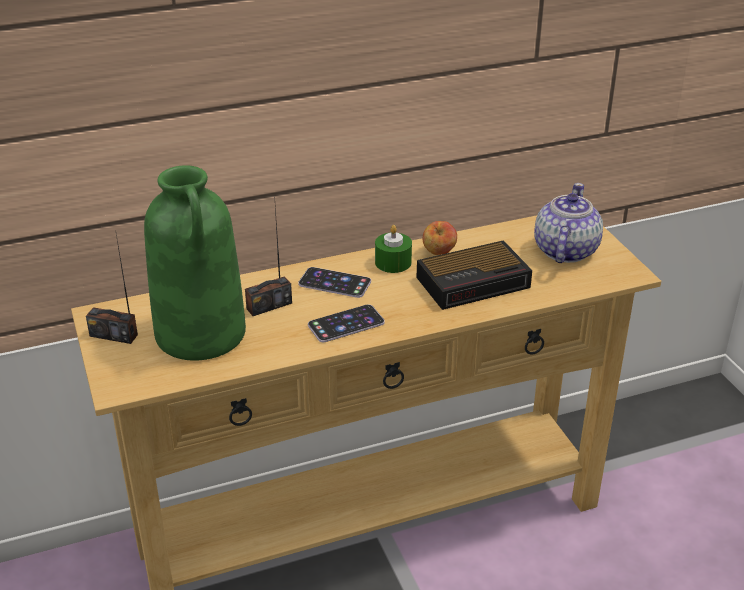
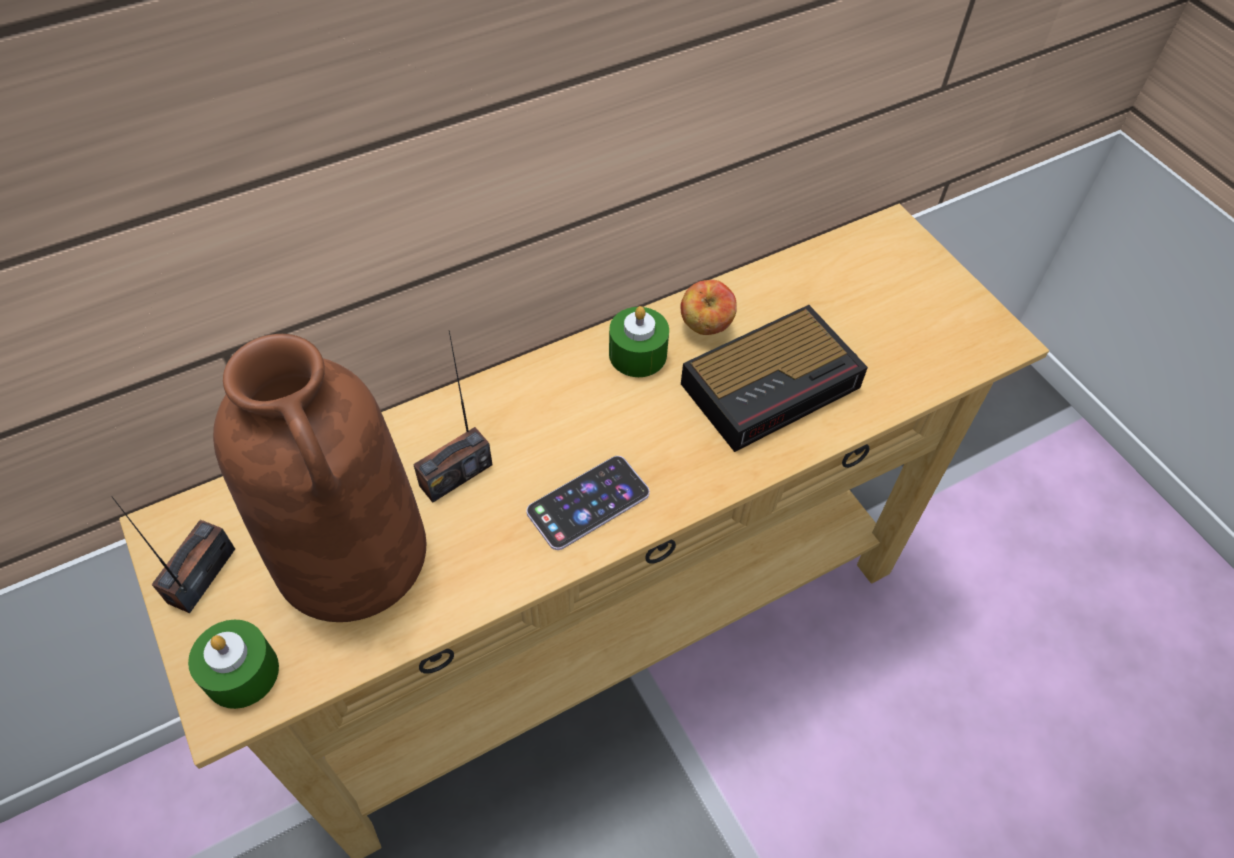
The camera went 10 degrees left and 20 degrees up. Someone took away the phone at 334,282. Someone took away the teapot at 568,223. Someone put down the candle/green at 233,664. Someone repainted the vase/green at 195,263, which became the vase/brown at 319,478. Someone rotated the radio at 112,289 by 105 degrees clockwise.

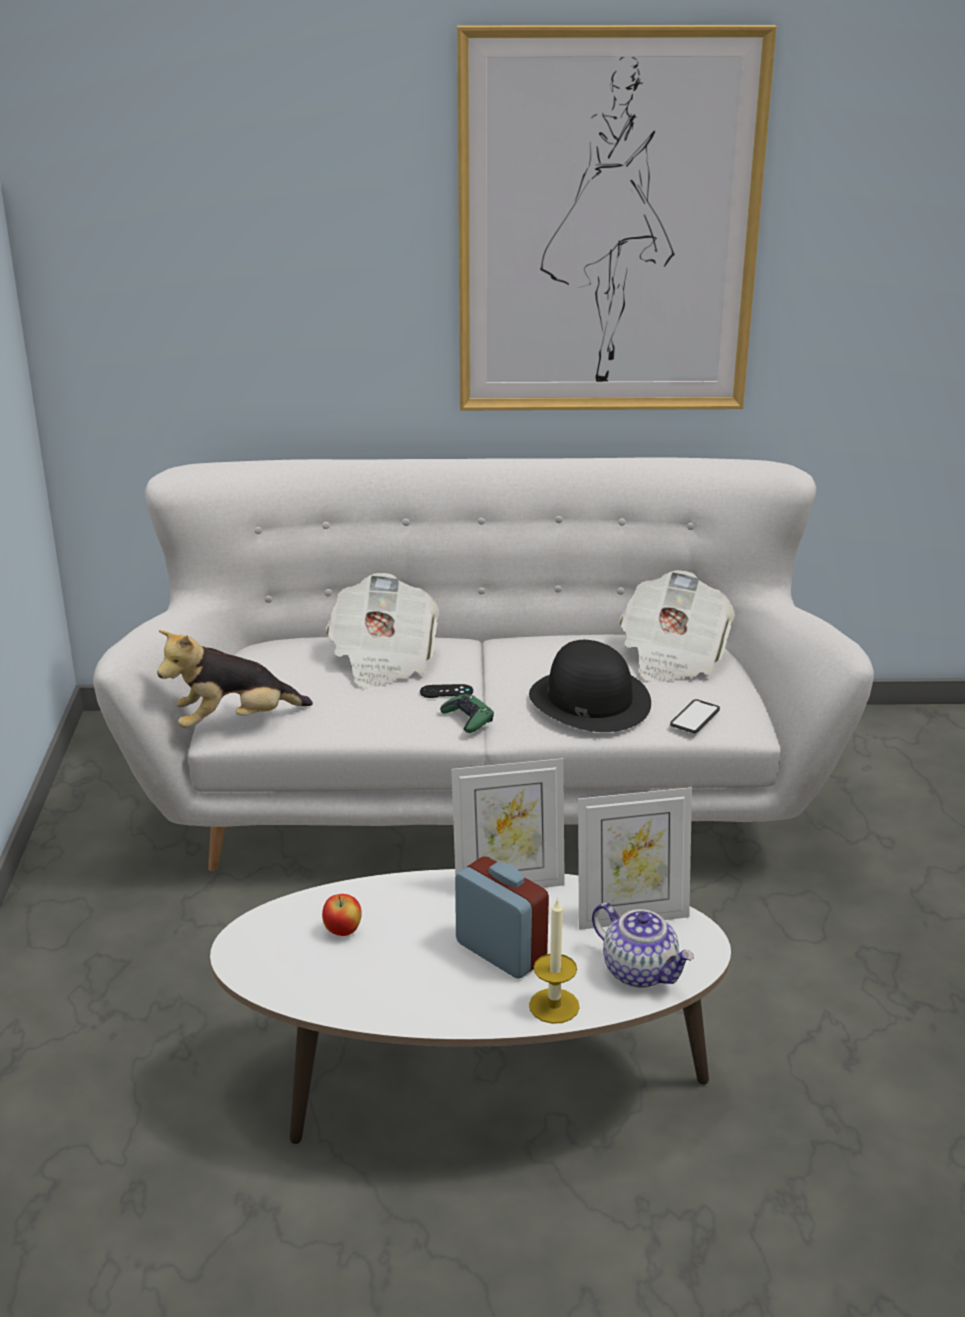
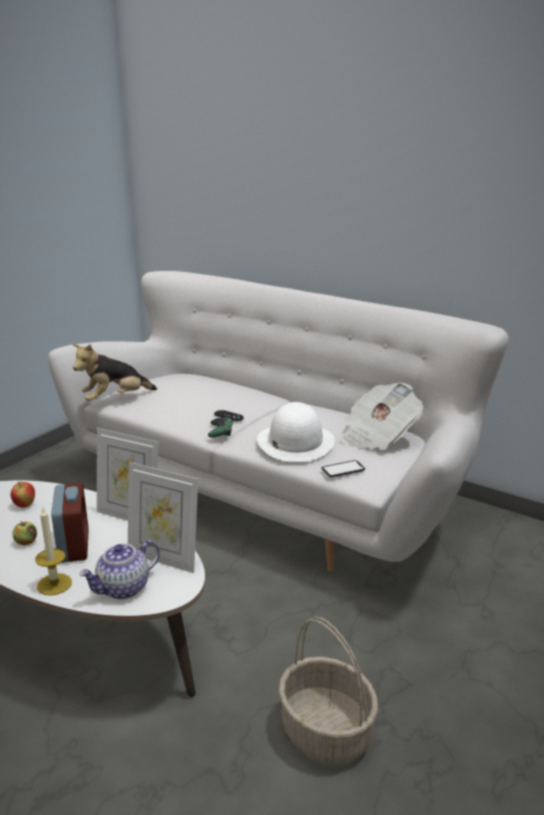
The camera went 35 degrees right and 5 degrees down. Someone took away the newspaper at 382,630. Someone took away the picture at 617,218. Someone put down the apple at 25,533. Someone put down the basket at 328,690. Someone repainted the hat/black at 590,686, which became the hat/white at 296,432. Someone rotated the plush toy at 235,679 by 45 degrees counterclockwise. Someone rotated the teapot at 643,945 by 60 degrees clockwise.

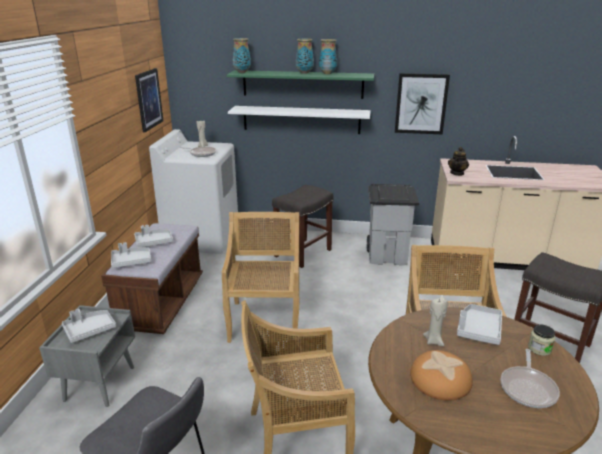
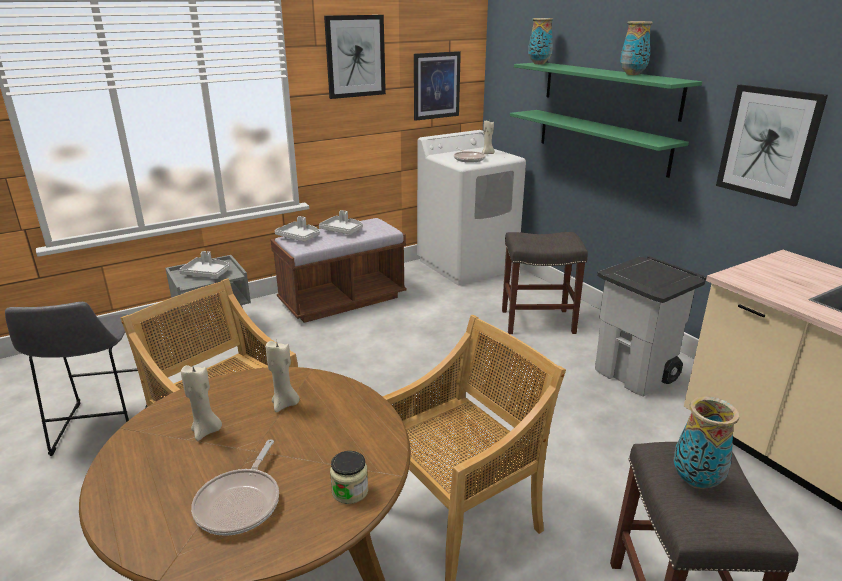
The camera went 50 degrees right and 0 degrees up. Someone took away the chair/beige at 261,277. Someone took away the teapot at 458,161. Someone took away the tray/grey at 479,324. Someone put up the picture at 355,57. Someone carried the vase from 305,56 to 706,442. Someone swapped the bread at 441,375 for the candle/beige at 201,403. Someone repainted the shelf/white at 299,120, which became the shelf/green at 599,144. Someone rotated the frying pan at 530,378 by 60 degrees counterclockwise.

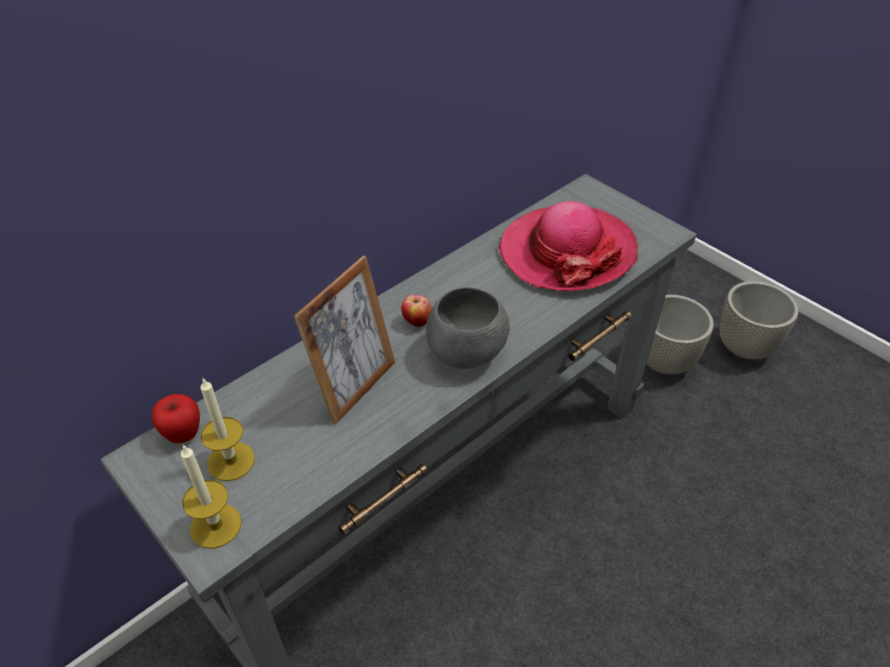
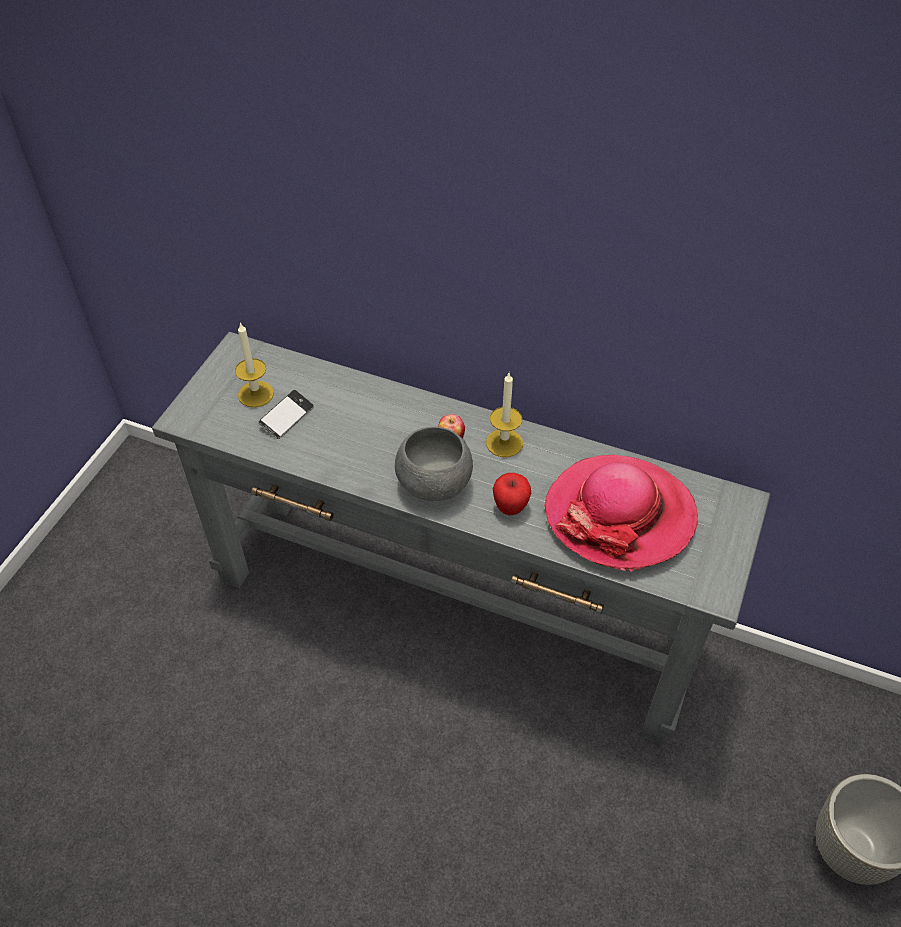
The camera went 65 degrees right and 5 degrees up. Someone took away the picture frame at 344,340. Someone took away the planter/grey at 680,334. Someone put down the phone at 286,414. Someone carried the apple from 176,418 to 512,494. Someone carried the candle from 211,496 to 504,415.

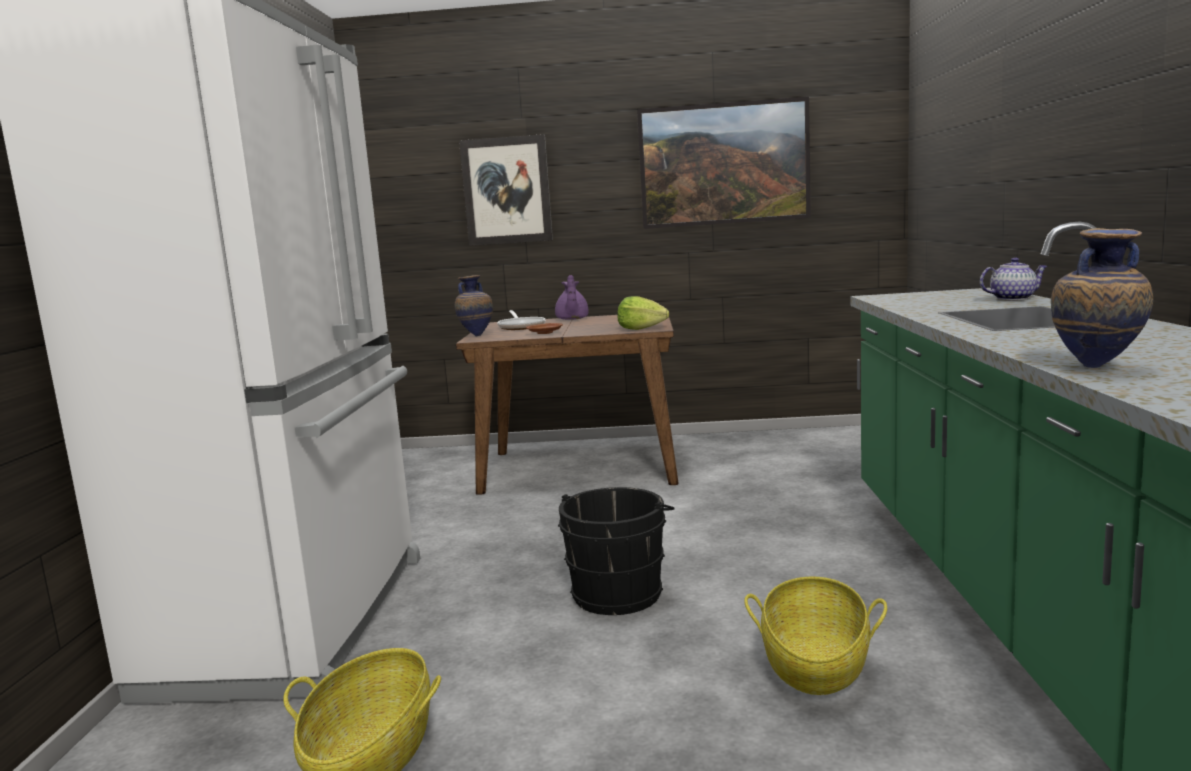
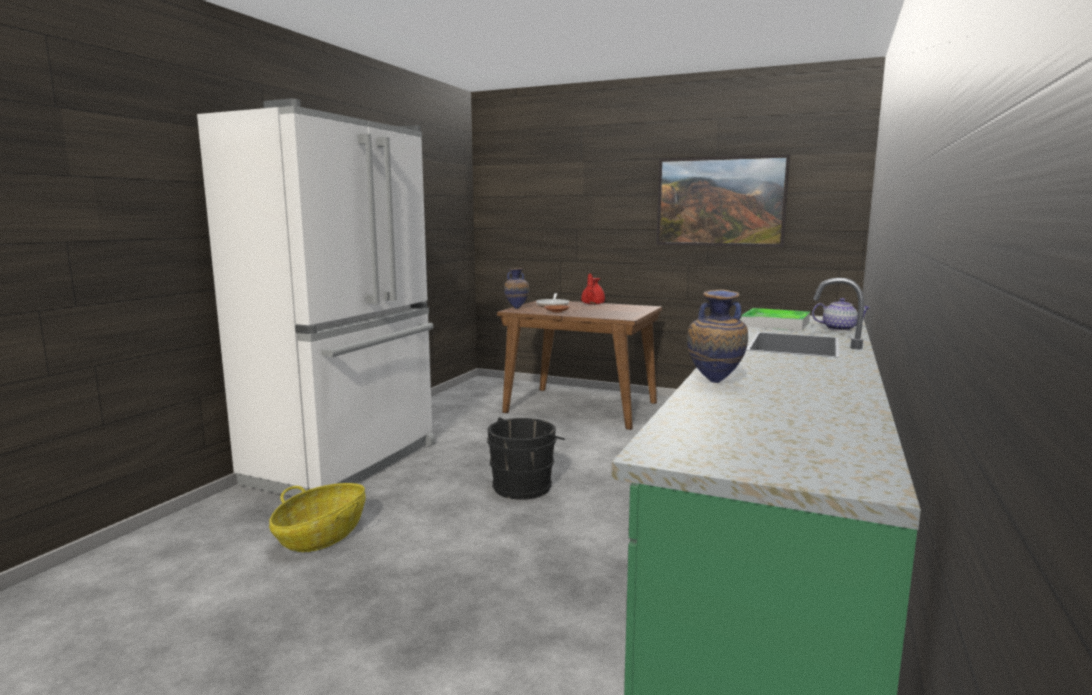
The camera went 20 degrees right and 0 degrees up. Someone took away the picture at 506,190. Someone took away the lettuce at 643,313. Someone took away the basket at 815,636. Someone put down the tray at 775,319. Someone repainted the teapot/purple at 572,297, which became the teapot/red at 593,289.

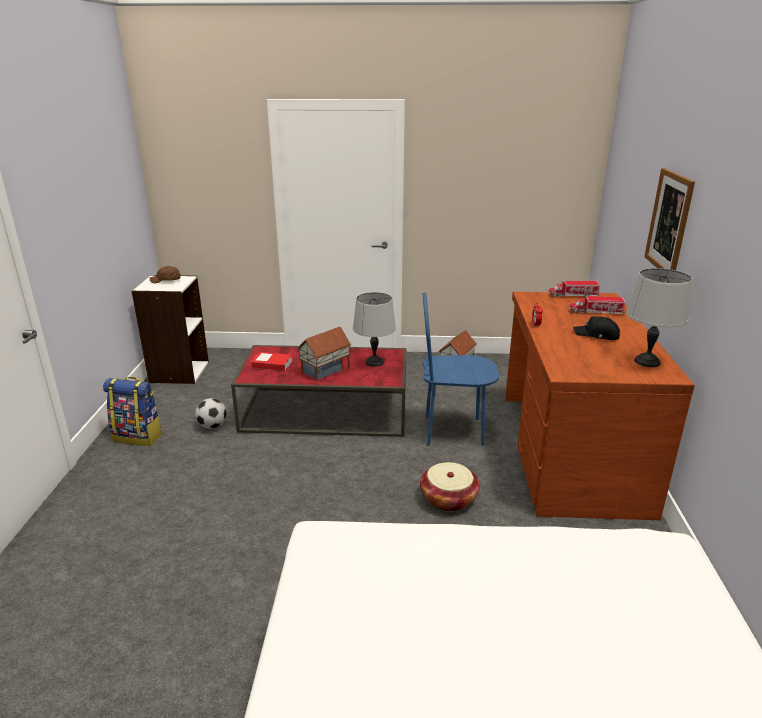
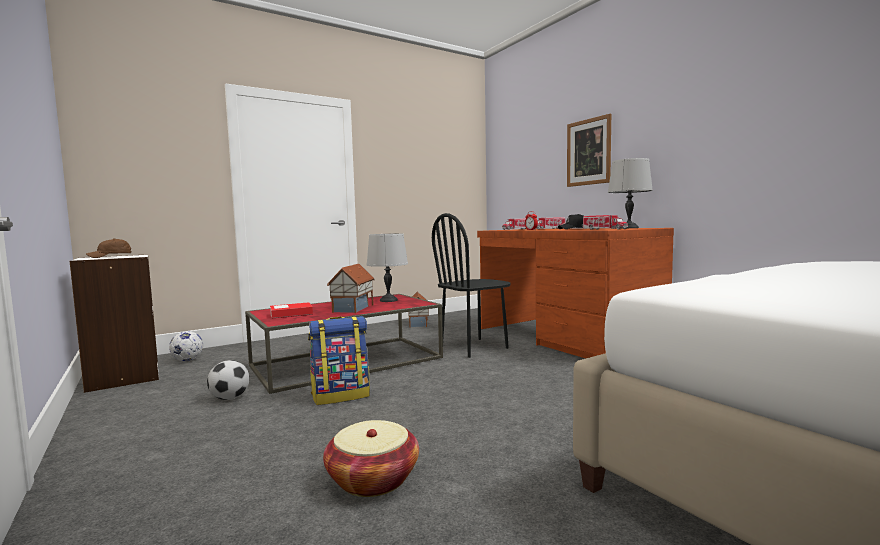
The camera went 35 degrees left and 20 degrees down. Someone put down the football at 186,346. Someone put down the toy truck at 605,222. Someone carried the backpack from 132,411 to 339,360. Someone carried the basket from 450,486 to 371,458. Someone repainted the chair/blue at 460,369, which became the chair/black at 471,285.

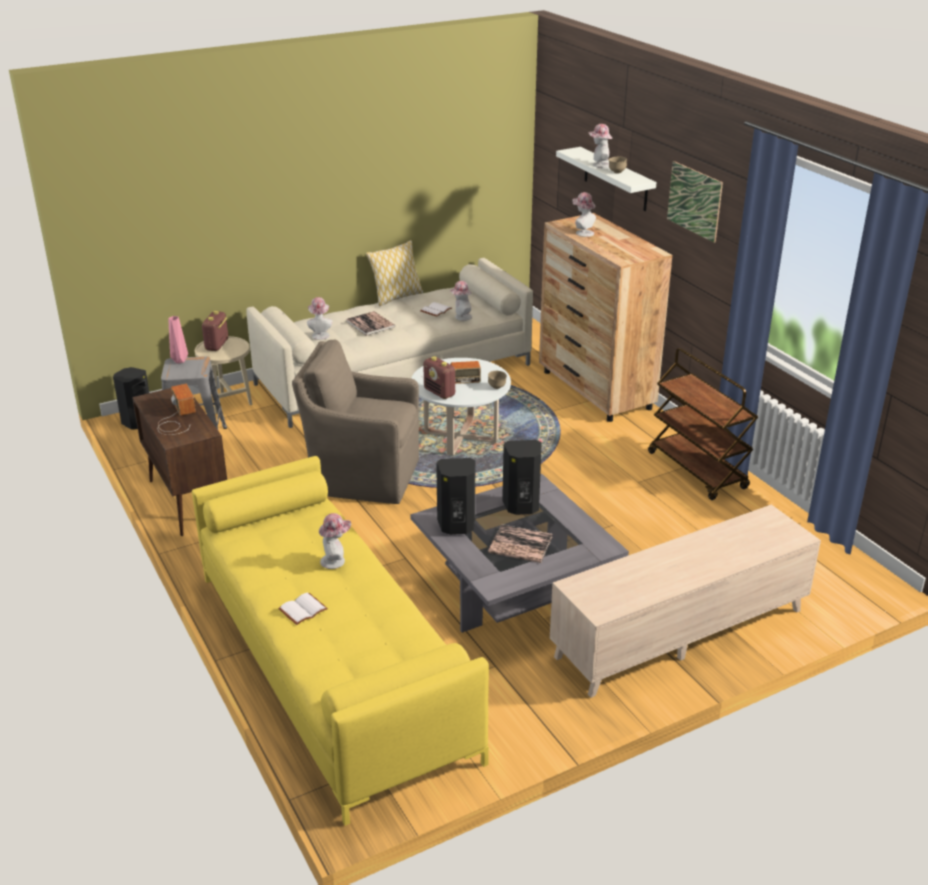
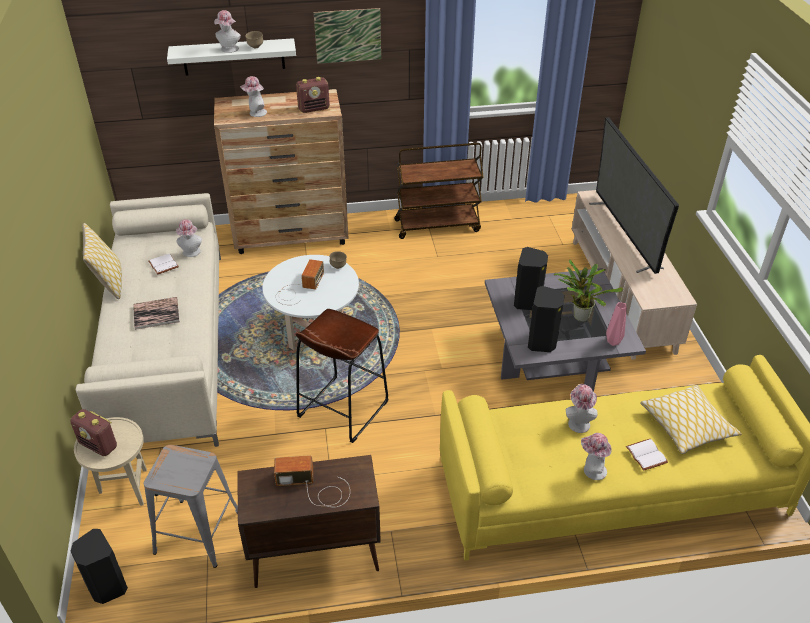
The camera went 70 degrees left and 10 degrees up. Someone put down the television at 634,195. Someone put down the pillow at 691,419. Someone carried the vase/pink from 178,340 to 616,324. Someone carried the hat from 319,318 to 596,456. Someone carried the radio from 440,377 to 313,95. Someone swapped the armchair/brown at 355,422 for the stool/brown at 342,376. Someone swapped the book at 520,543 for the potted plant at 588,291.

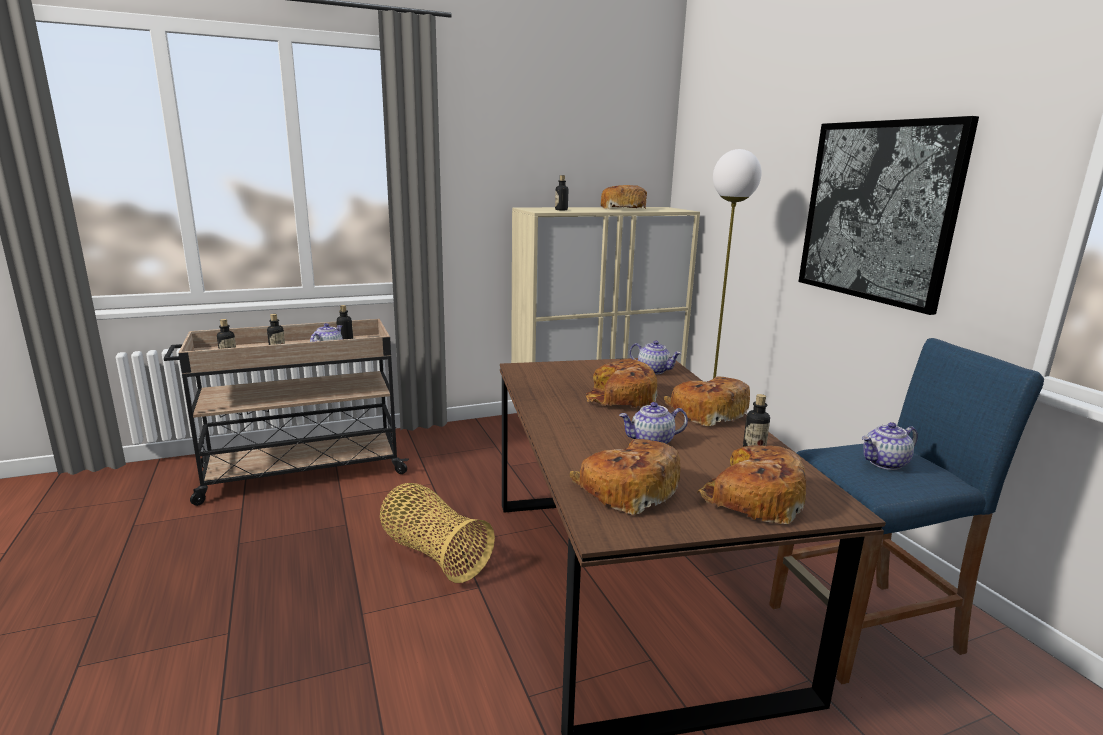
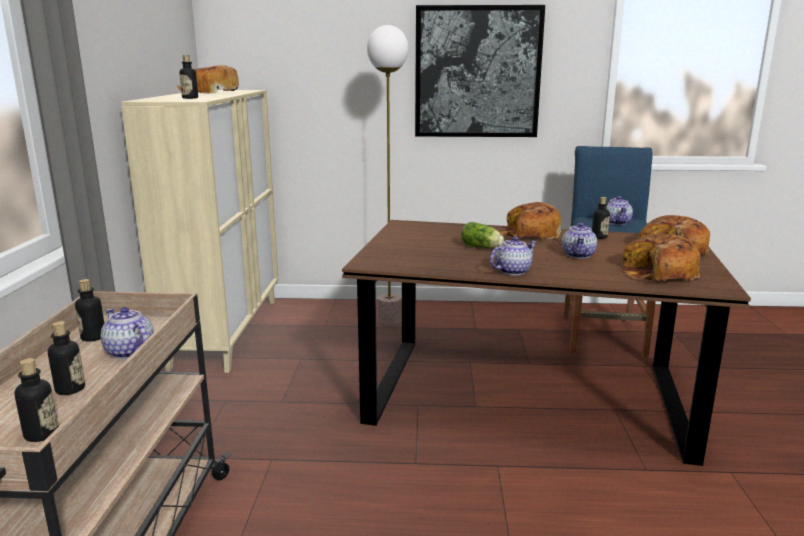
The camera went 65 degrees left and 0 degrees up. Someone took away the basket at 437,533. Someone carried the teapot from 656,357 to 513,255. Someone swapped the bread at 621,383 for the lettuce at 482,235.

